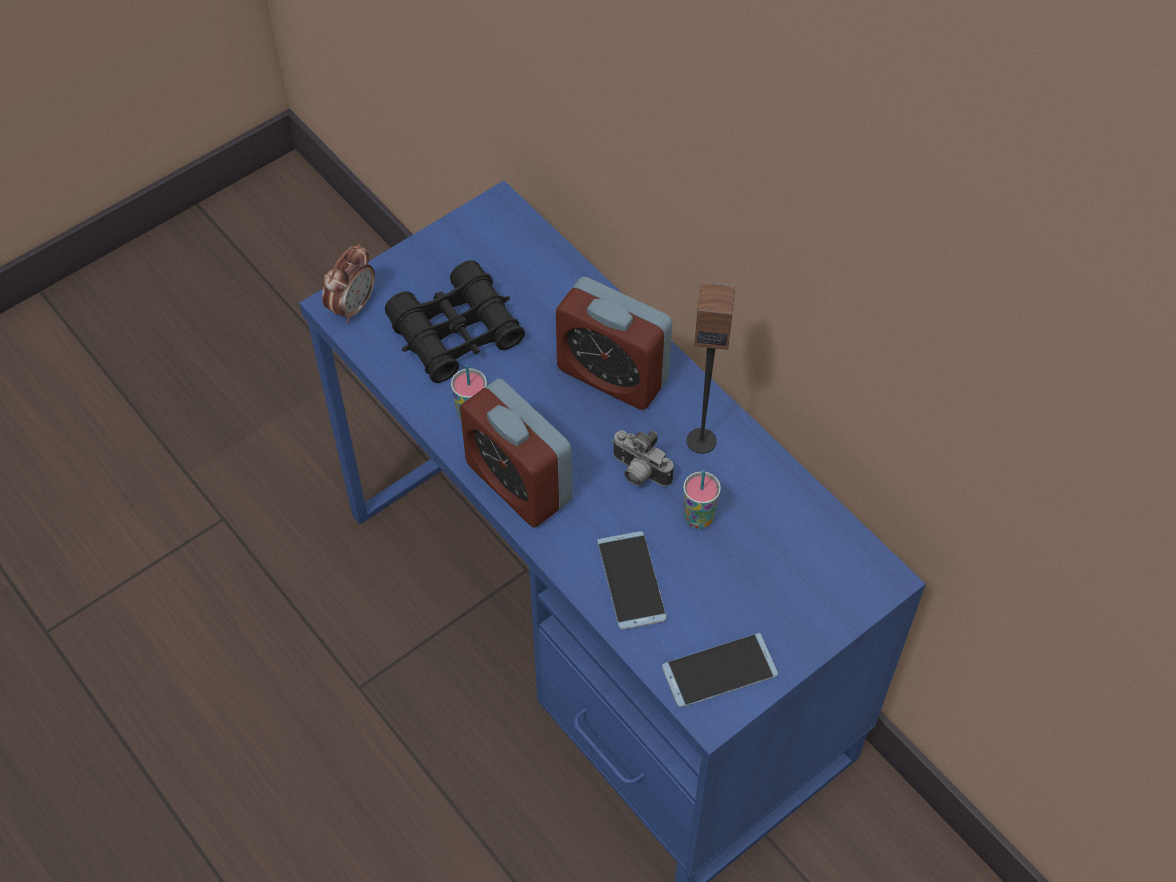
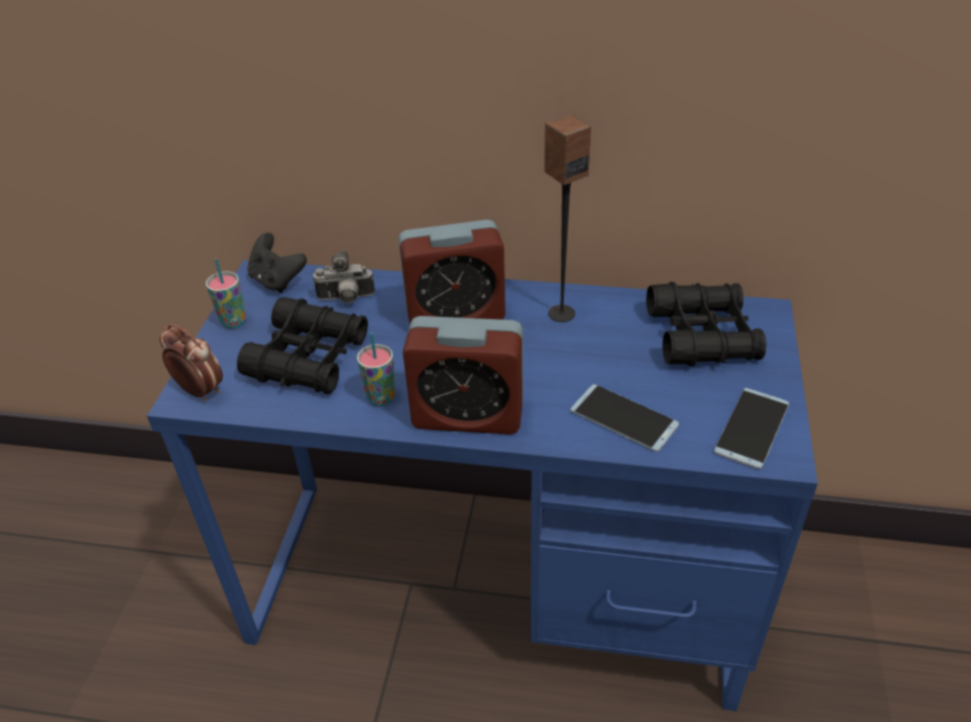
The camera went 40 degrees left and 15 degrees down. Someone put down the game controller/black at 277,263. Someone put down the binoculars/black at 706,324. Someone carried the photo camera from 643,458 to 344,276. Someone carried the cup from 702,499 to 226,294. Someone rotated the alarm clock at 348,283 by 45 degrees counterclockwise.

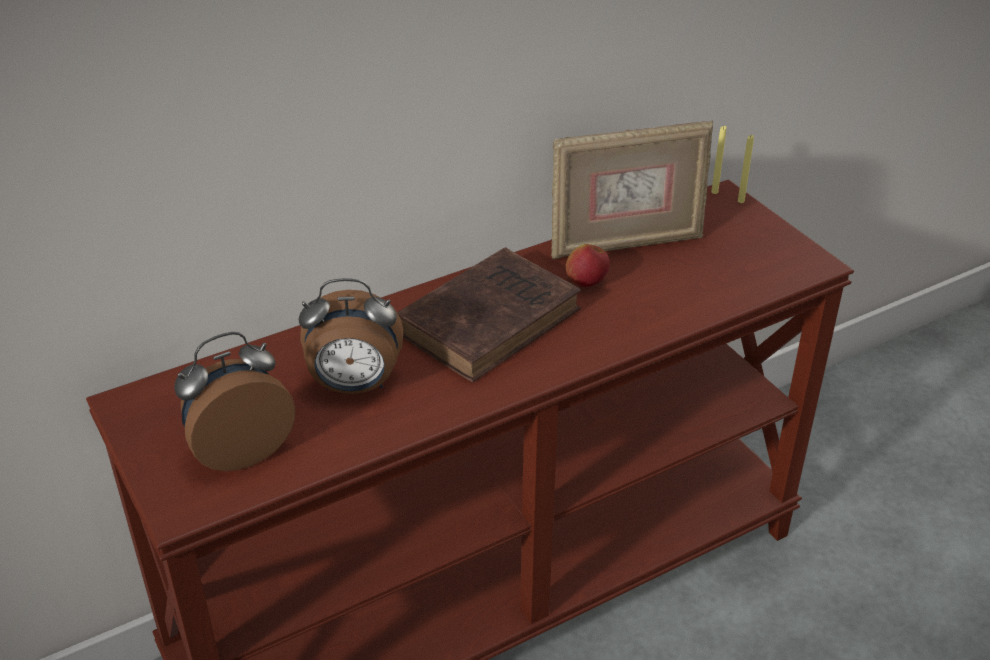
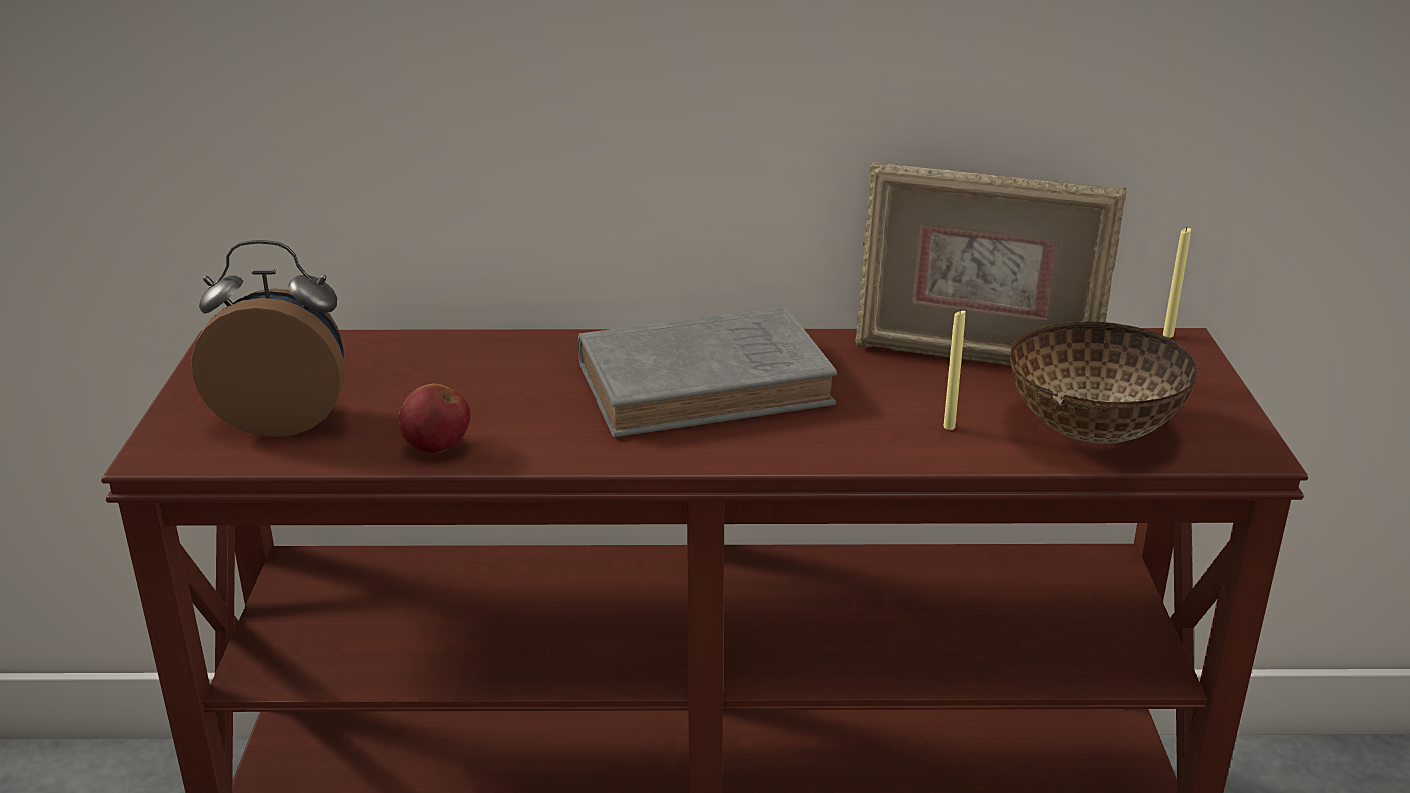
The camera went 30 degrees right and 10 degrees down. Someone took away the alarm clock at 351,336. Someone put down the bowl at 1103,382. Someone carried the apple from 588,265 to 434,418. Someone carried the candle/yellow from 746,169 to 954,369. Someone repainted the book/brown at 489,315, which became the book/grey at 707,372.

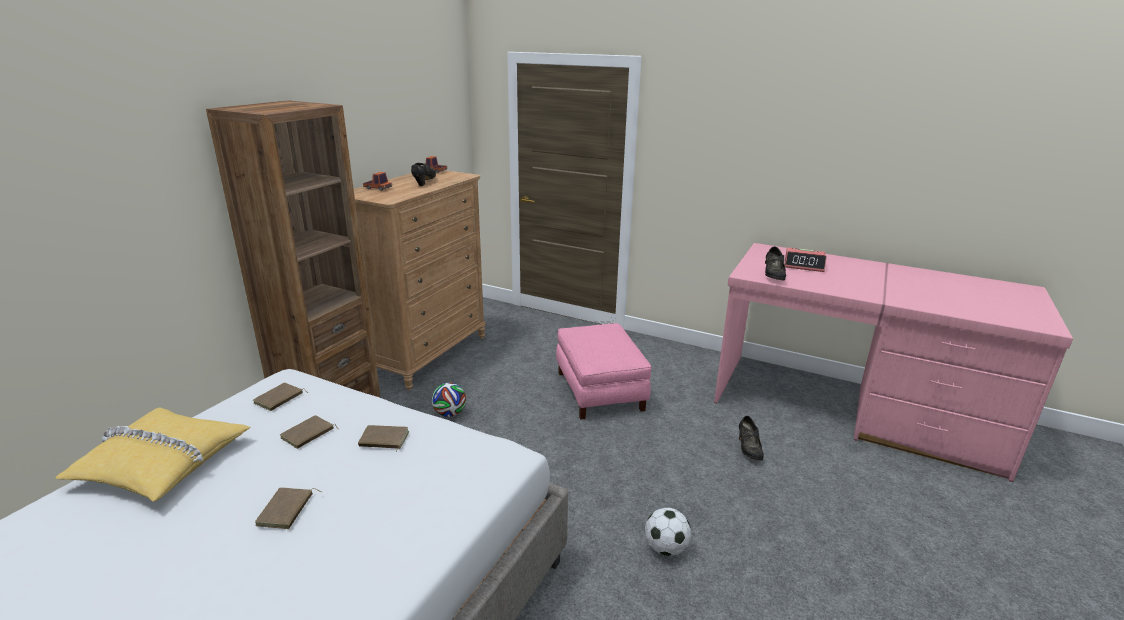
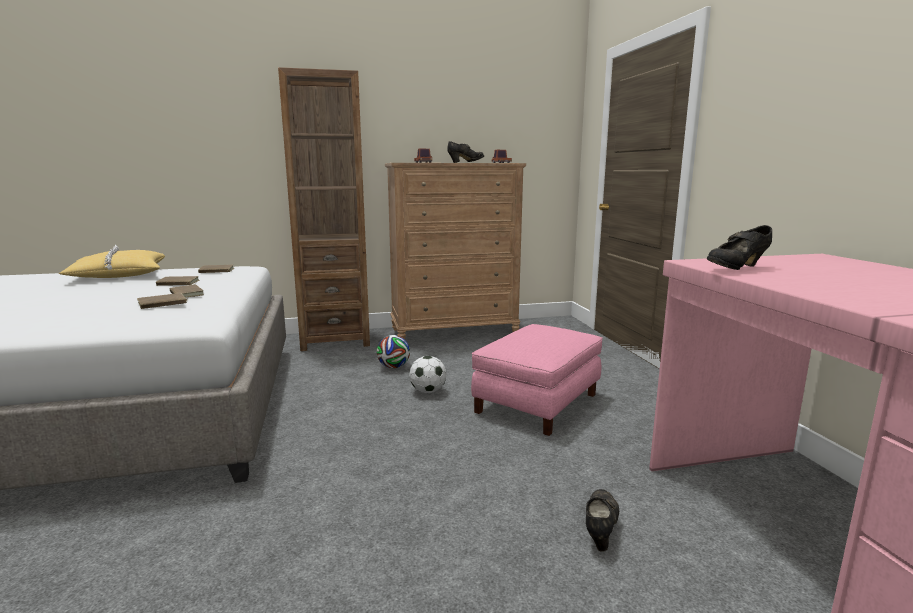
The camera went 50 degrees right and 10 degrees down. Someone took away the alarm clock at 806,259. Someone carried the book/brown from 288,508 to 162,301. Someone carried the football from 668,532 to 427,374. Someone rotated the shoe/black at 751,438 by 150 degrees clockwise.

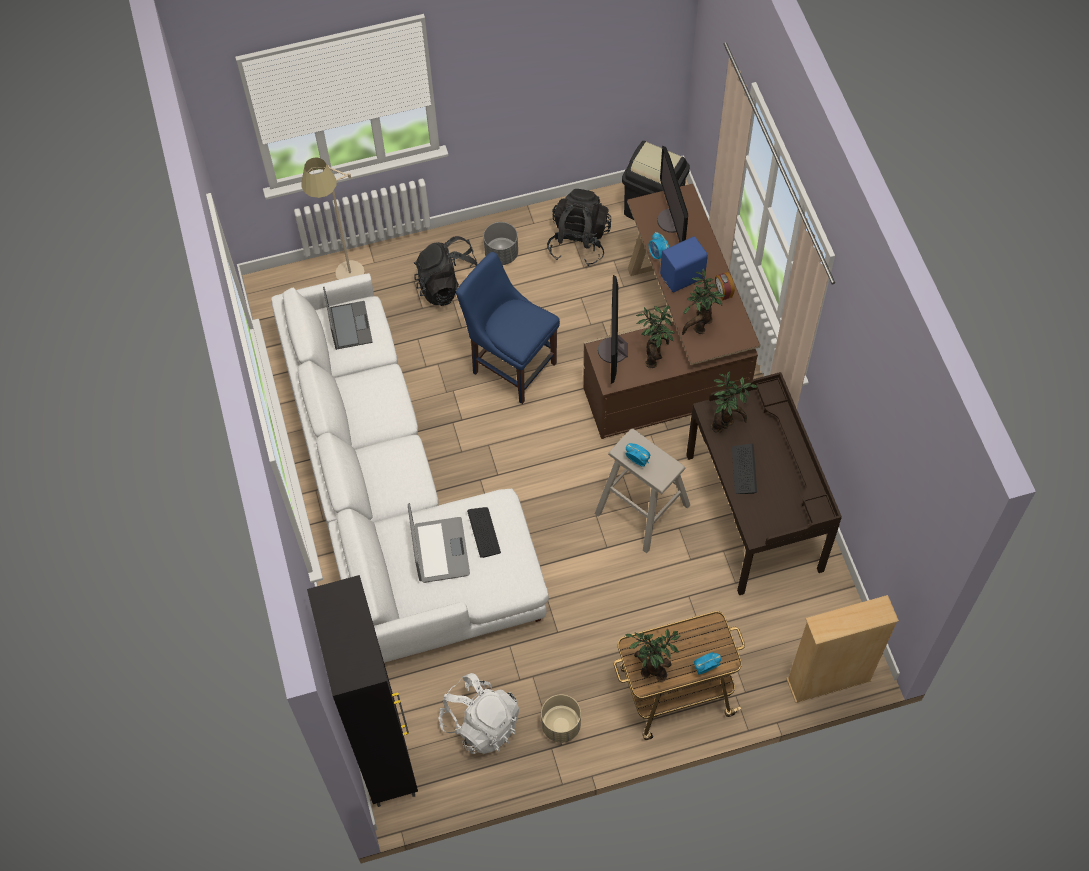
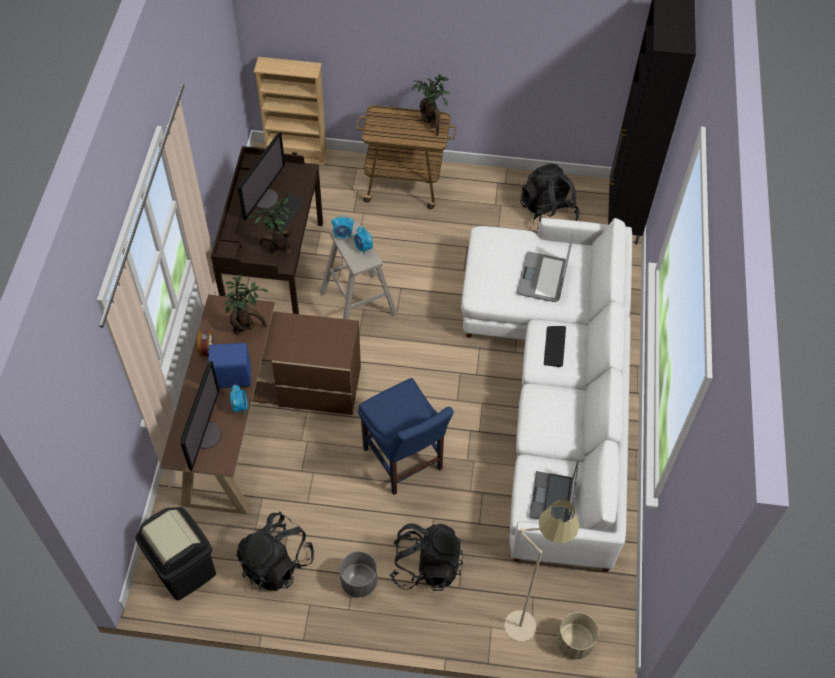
The camera went 160 degrees left and 5 degrees down. Someone took away the potted plant at 655,336. Someone carried the keyboard from 484,532 to 555,346. Someone carried the planter/beige from 561,718 to 577,635. Someone carried the monitor from 613,329 to 261,176. Someone carried the alarm clock from 707,663 to 342,226. Someone repainted the backpack/white at 478,713, which became the backpack/black at 549,197.

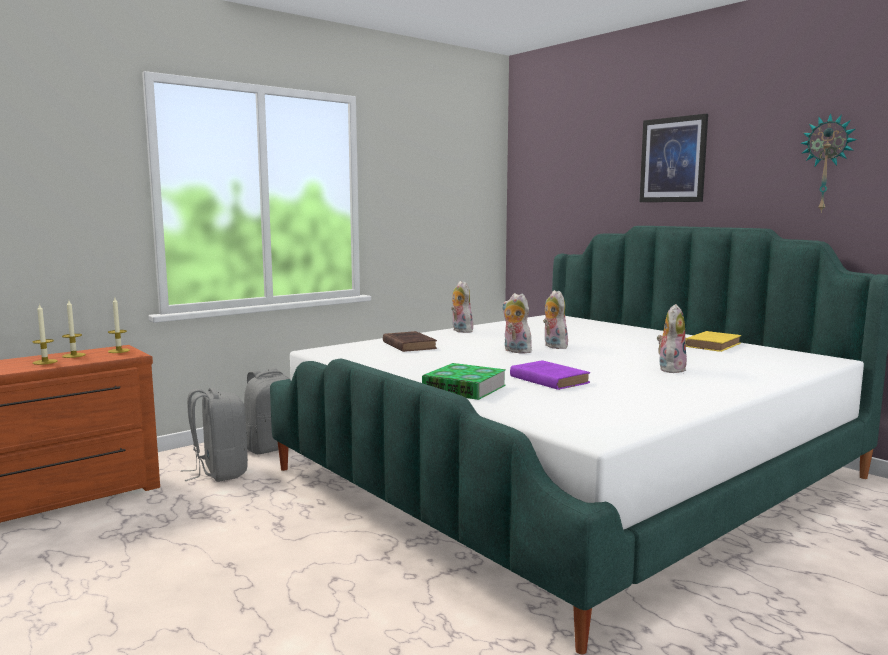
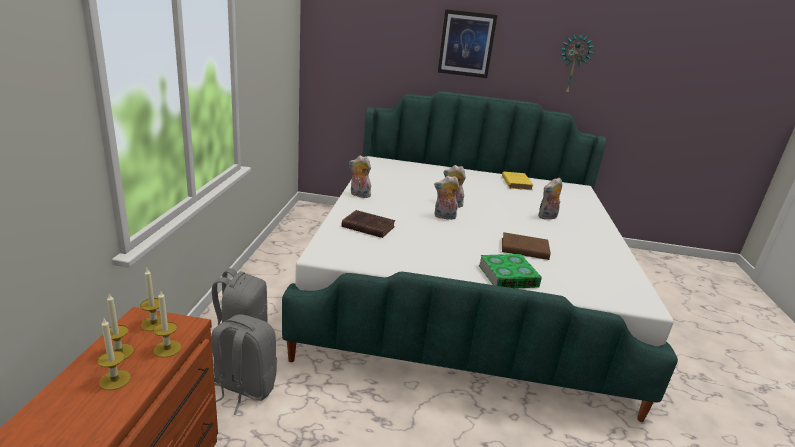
The camera went 45 degrees left and 15 degrees up. Someone put down the candle at 167,324. Someone repainted the book/purple at 550,375, which became the book/brown at 526,246. Someone rotated the plush toy at 672,338 by 105 degrees counterclockwise.

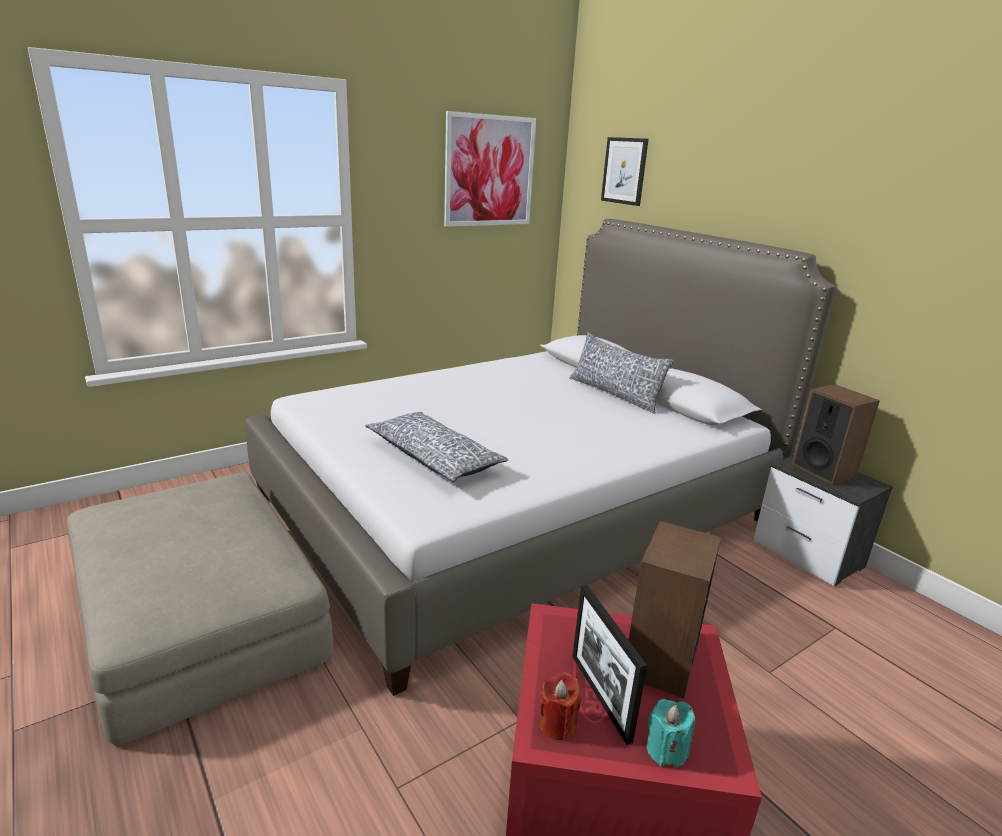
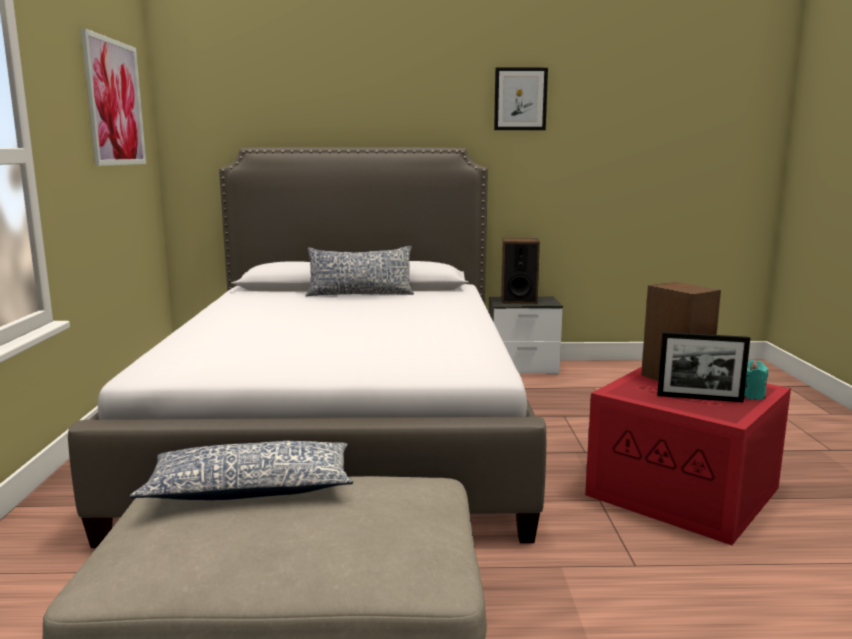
The camera went 55 degrees left and 10 degrees down. Someone took away the candle/red at 560,706. Someone carried the pillow from 436,447 to 242,470. Someone carried the picture from 625,171 to 521,99.

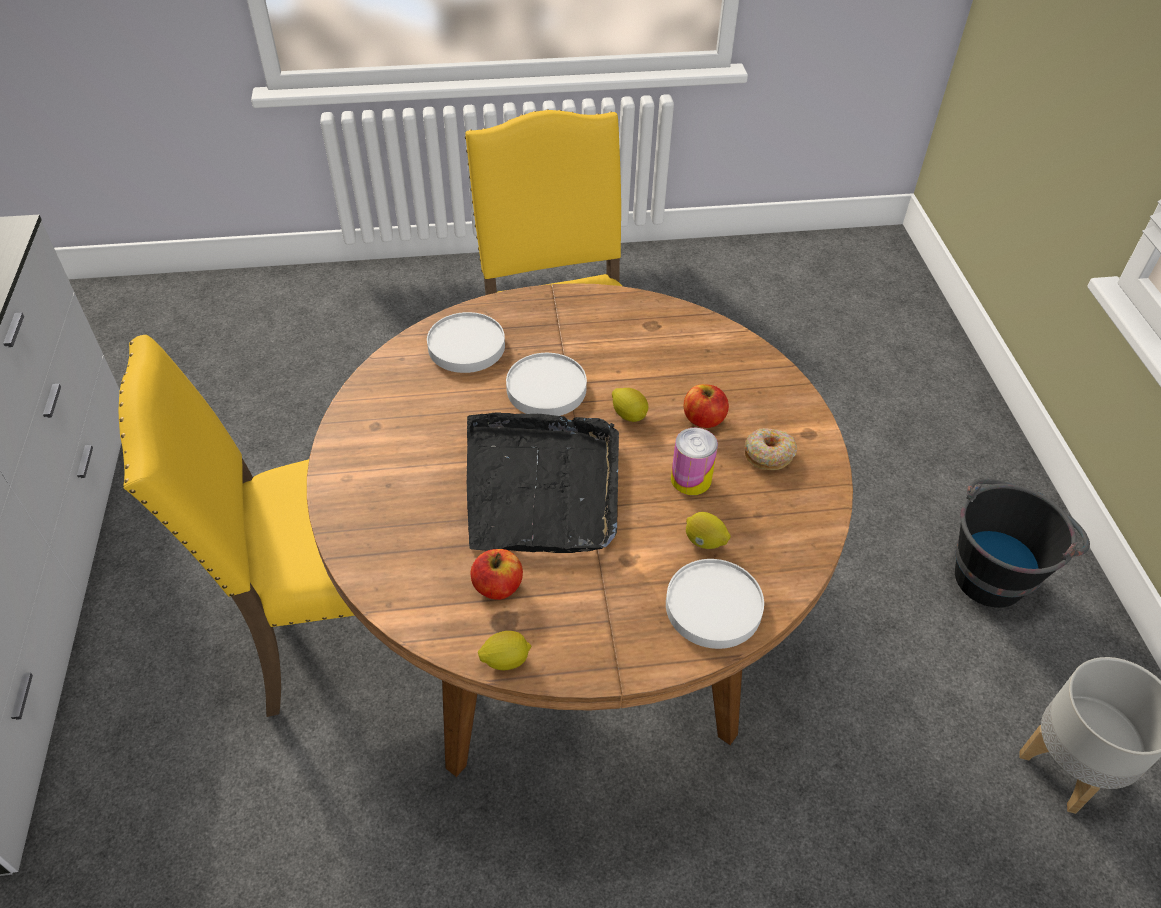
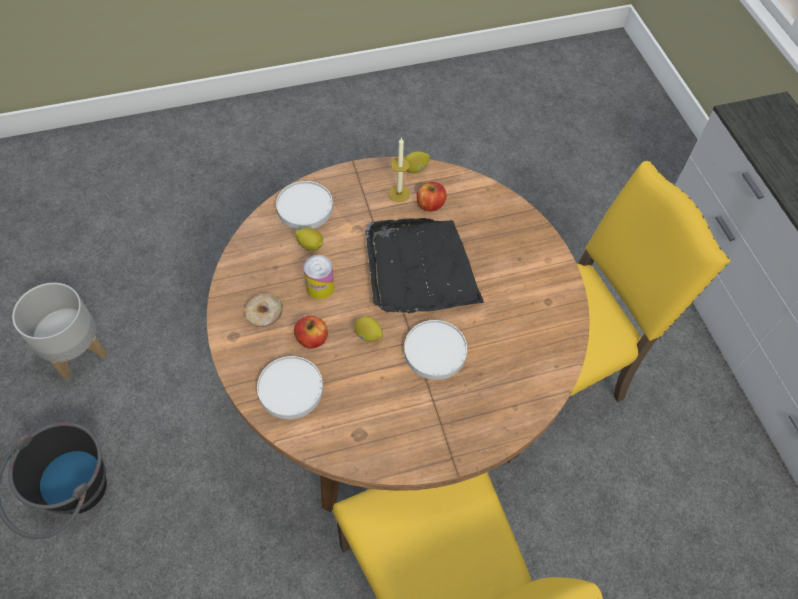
The camera went 170 degrees right and 10 degrees up. Someone put down the candle at 399,169. Someone carried the plate/white from 466,342 to 290,387.

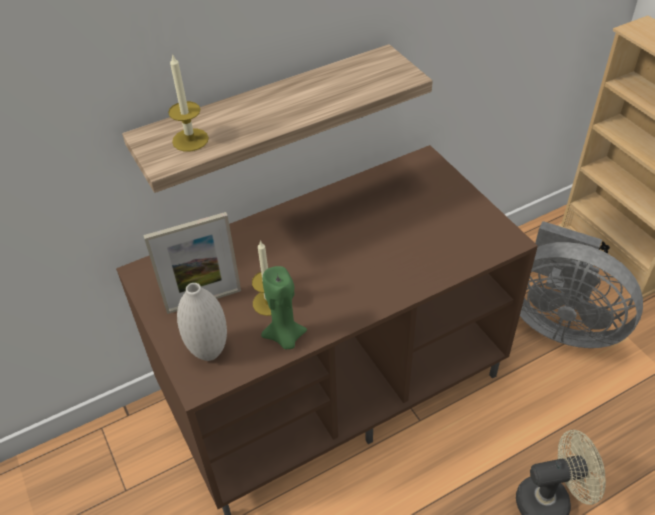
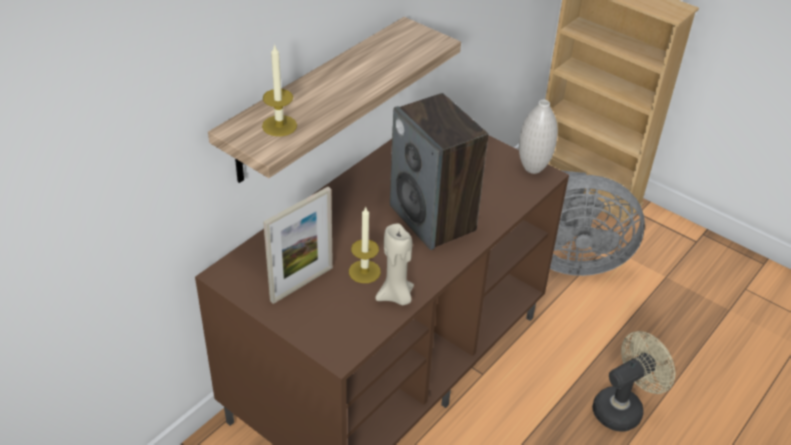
The camera went 25 degrees left and 5 degrees down. Someone put down the speaker at 439,171. Someone carried the vase/white from 202,322 to 538,137. Someone repainted the candle/green at 284,307, which became the candle/beige at 394,264.

